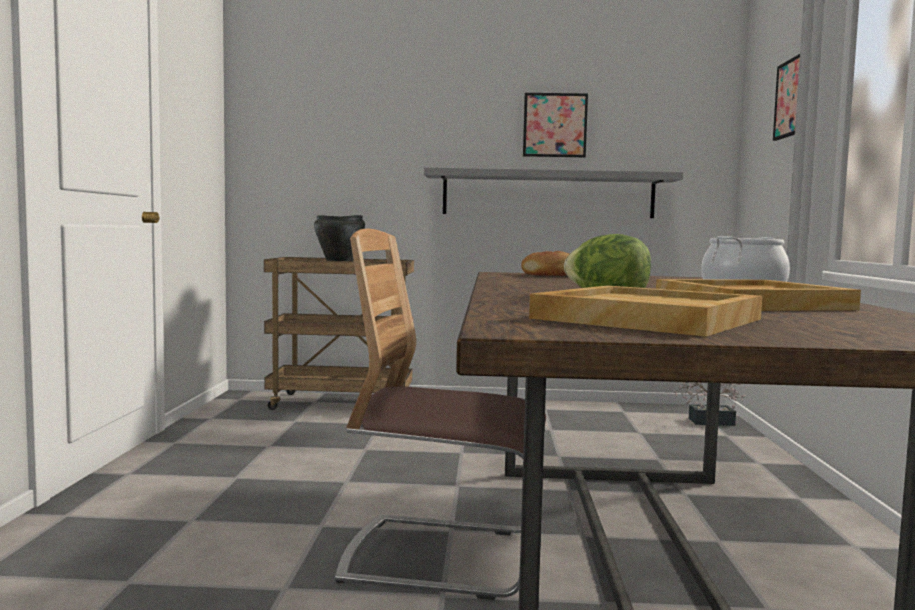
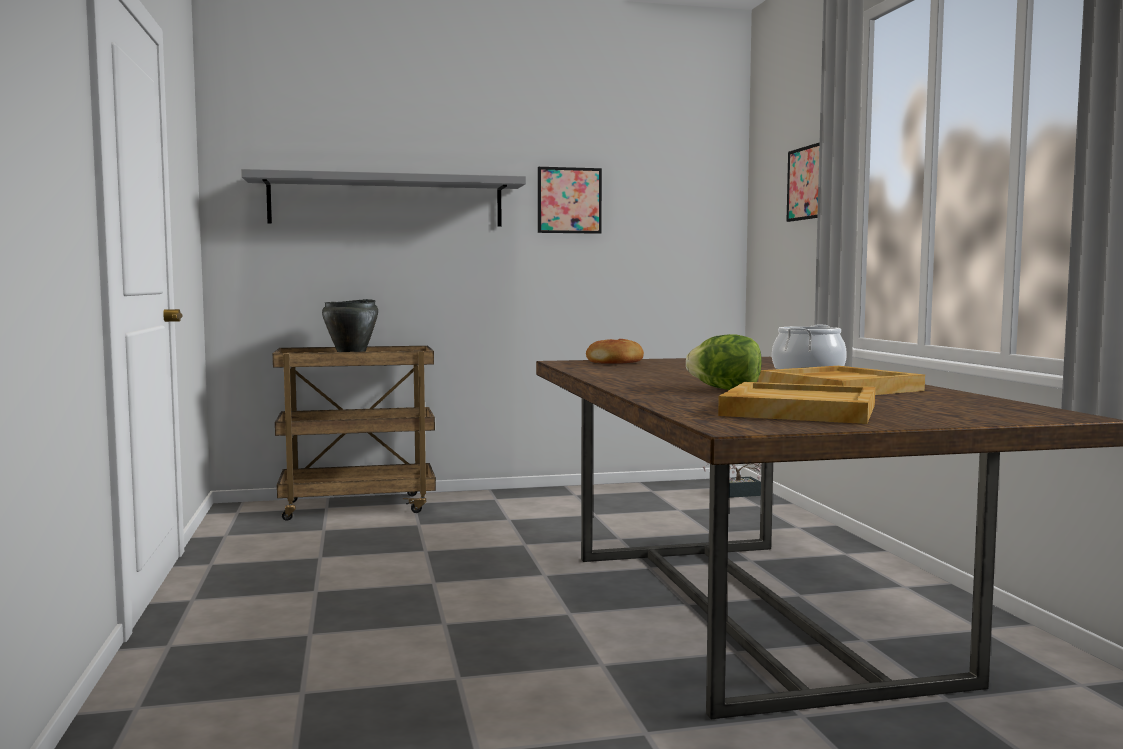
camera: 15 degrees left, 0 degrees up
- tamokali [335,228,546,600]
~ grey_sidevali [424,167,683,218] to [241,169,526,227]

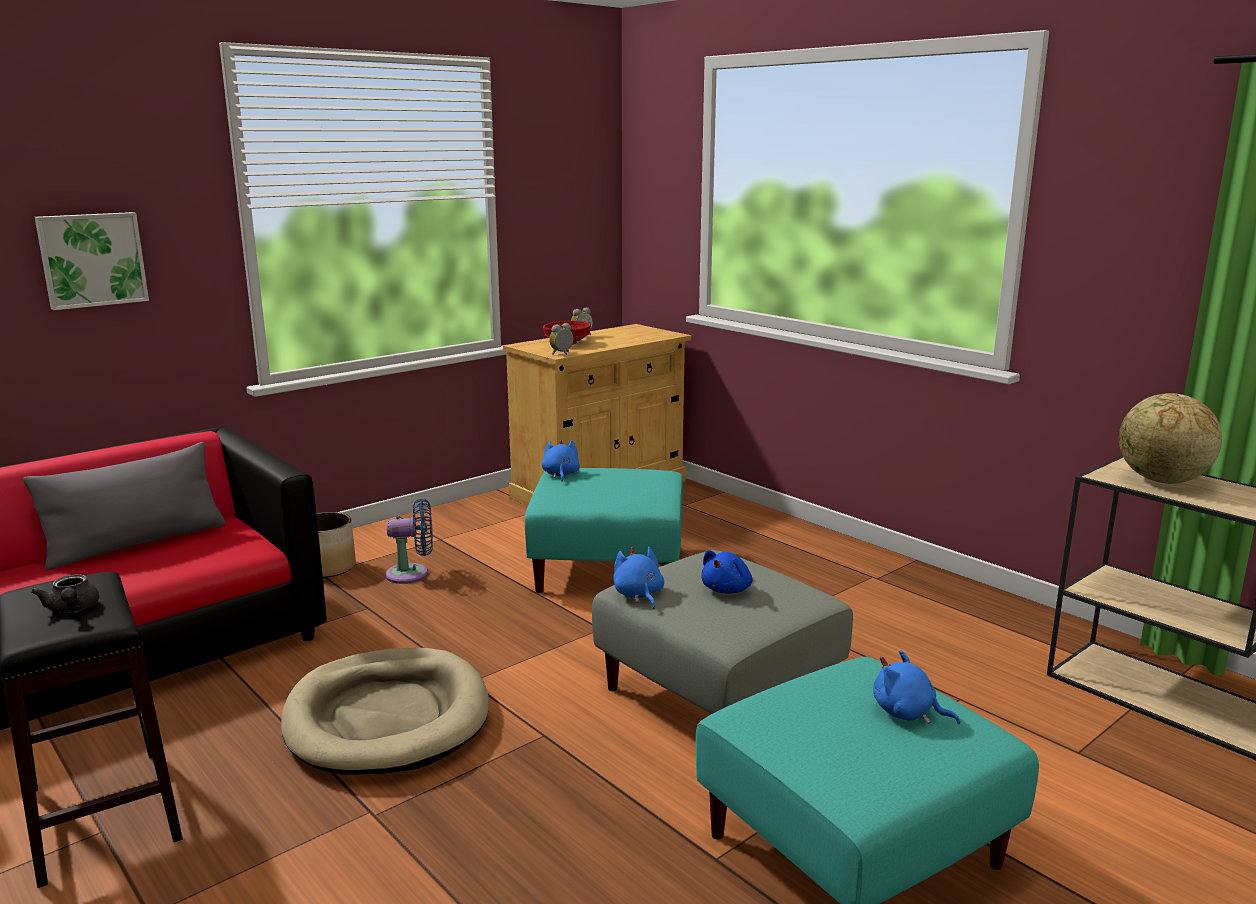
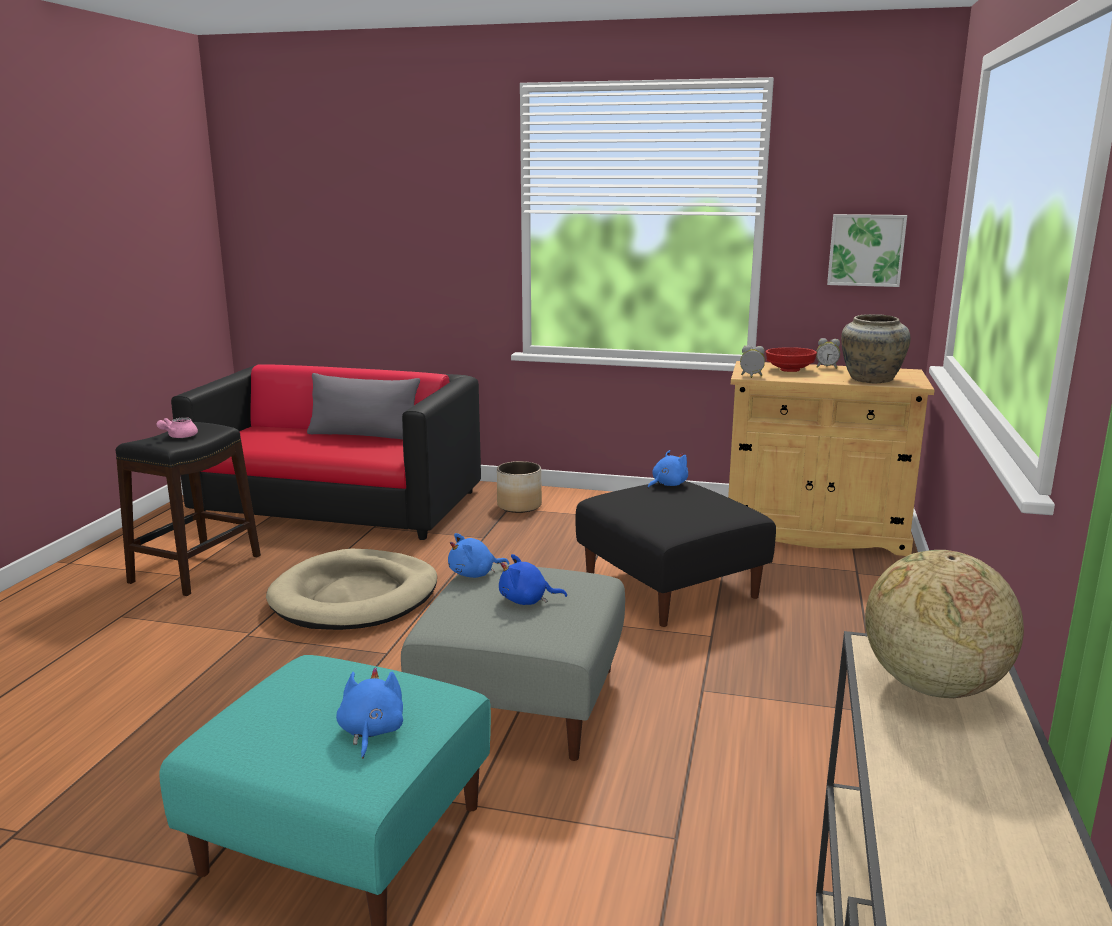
camera: 55 degrees right, 0 degrees up
~ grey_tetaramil [31,574,99,613] to pink_tetaramil [156,417,198,438]
~ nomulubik [35,212,149,310] to [827,214,907,287]
- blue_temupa [385,499,433,584]
~ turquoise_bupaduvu [525,468,683,593] to black_bupaduvu [576,481,776,627]
~ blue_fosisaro [613,547,664,609] = [448,533,509,578] 150 degrees counterclockwise
+ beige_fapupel [841,314,910,383]

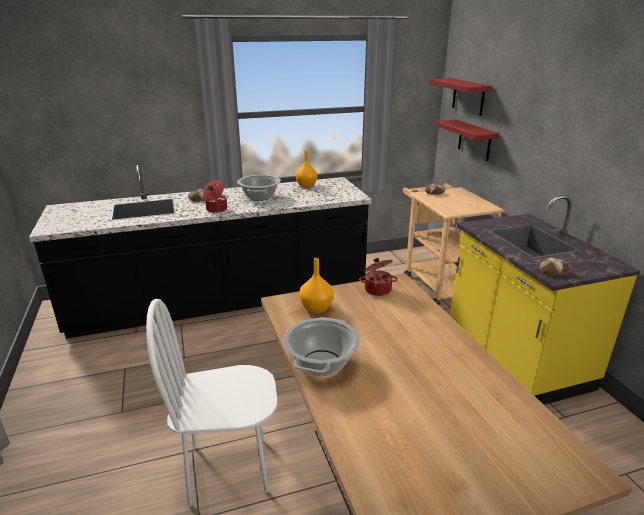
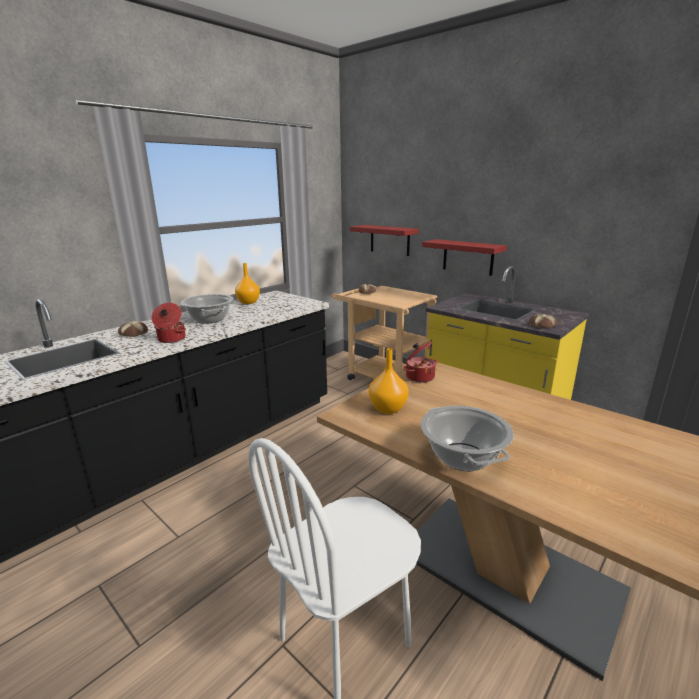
camera: 30 degrees left, 5 degrees down
~ red_sidevali [429,78,493,116] to [422,239,507,276]

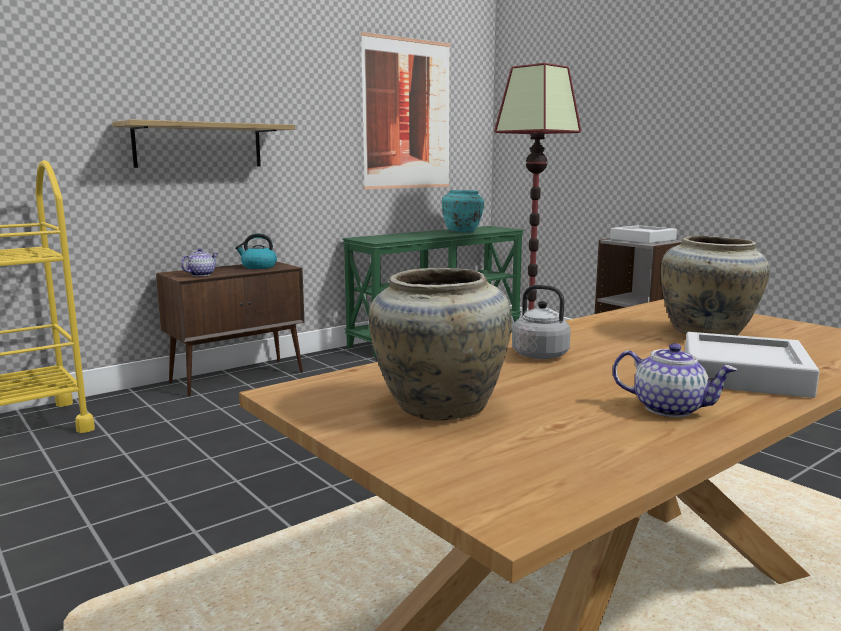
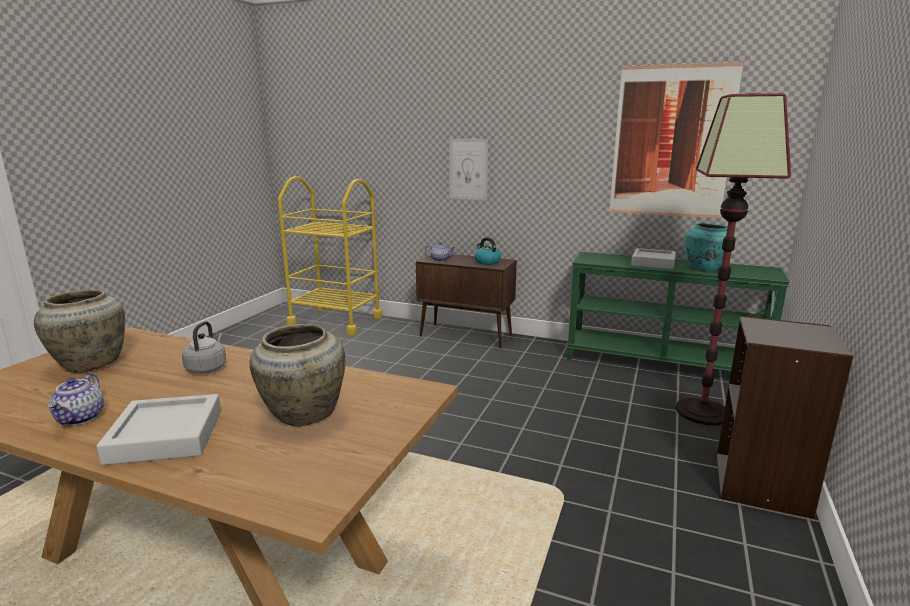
camera: 60 degrees right, 5 degrees up
~ sidevali [112,119,295,168] to nomulubik [449,139,488,200]
~ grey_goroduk [610,225,677,244] to [631,248,676,269]

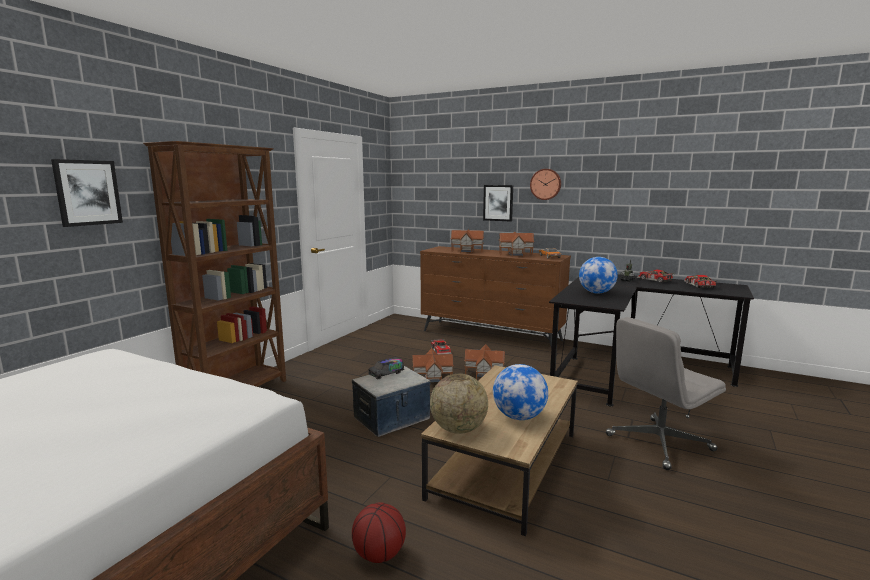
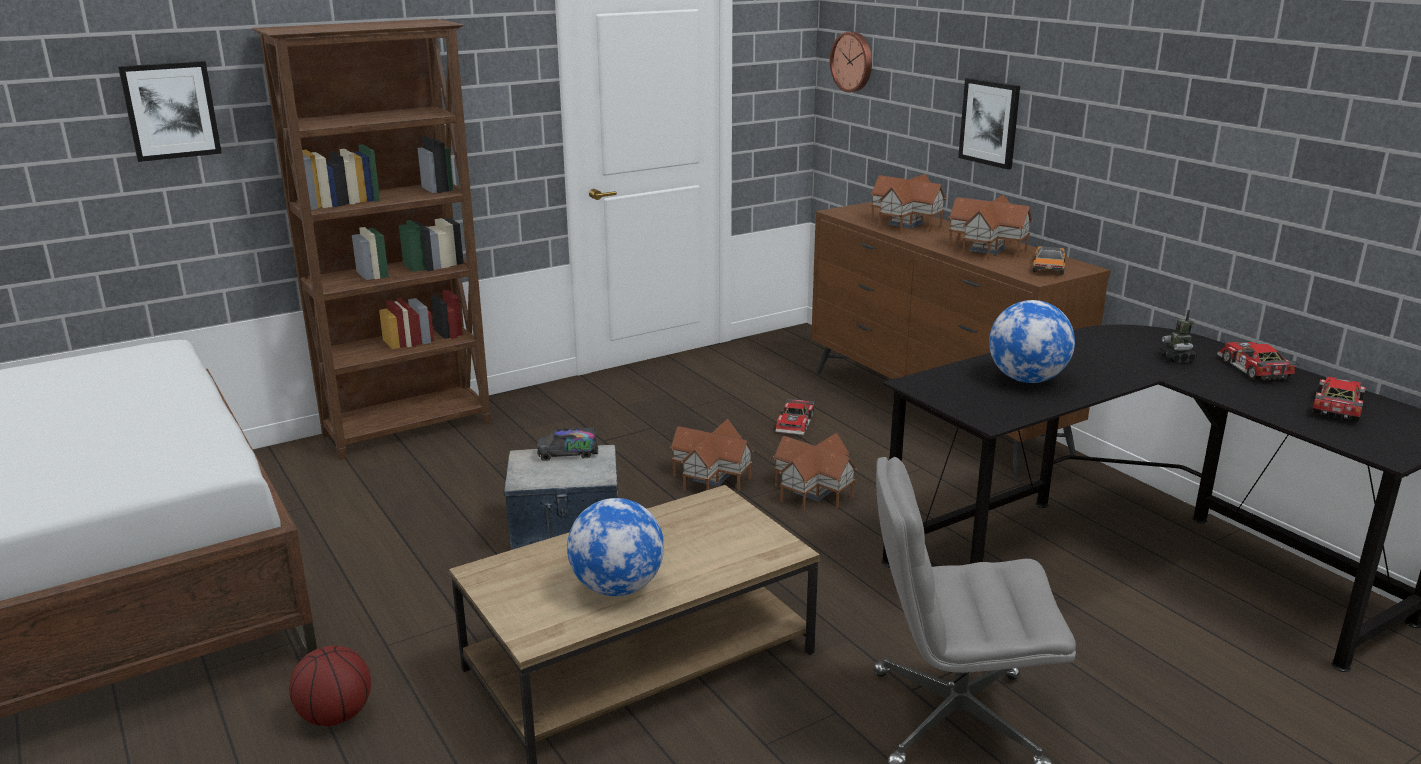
camera: 30 degrees right, 10 degrees up
- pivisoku [430,373,488,434]
~ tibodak [530,169,561,200] to [830,32,872,92]

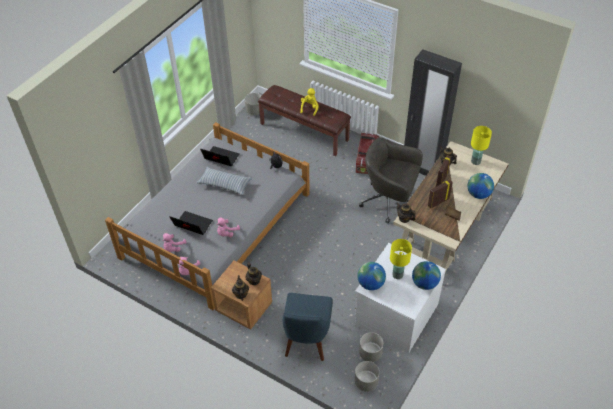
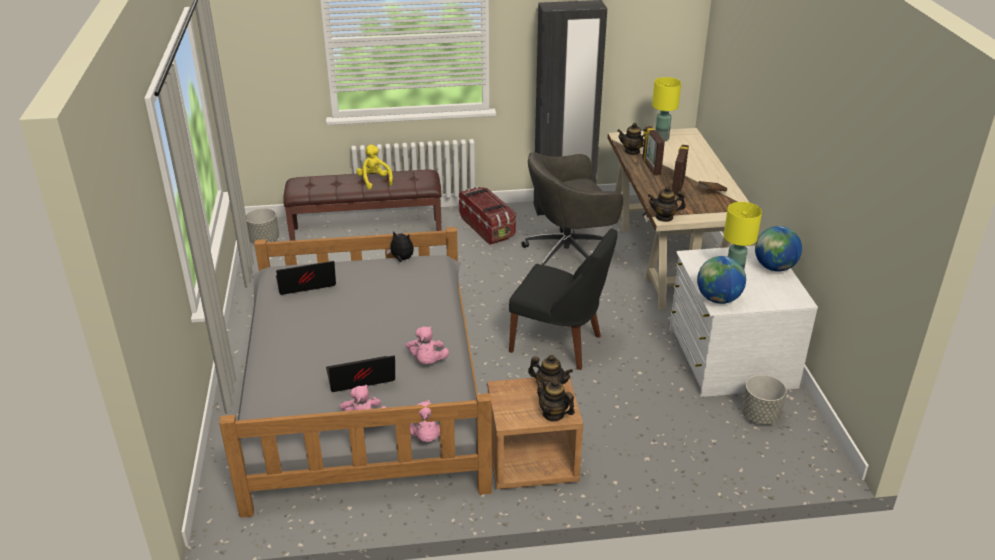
camera: 40 degrees left, 15 degrees down
- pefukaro [197,167,252,195]
- blue_tamokali [282,293,333,361]
- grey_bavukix [355,361,379,392]
- pivisoku [468,173,494,199]
+ black_tamokali [509,228,618,370]

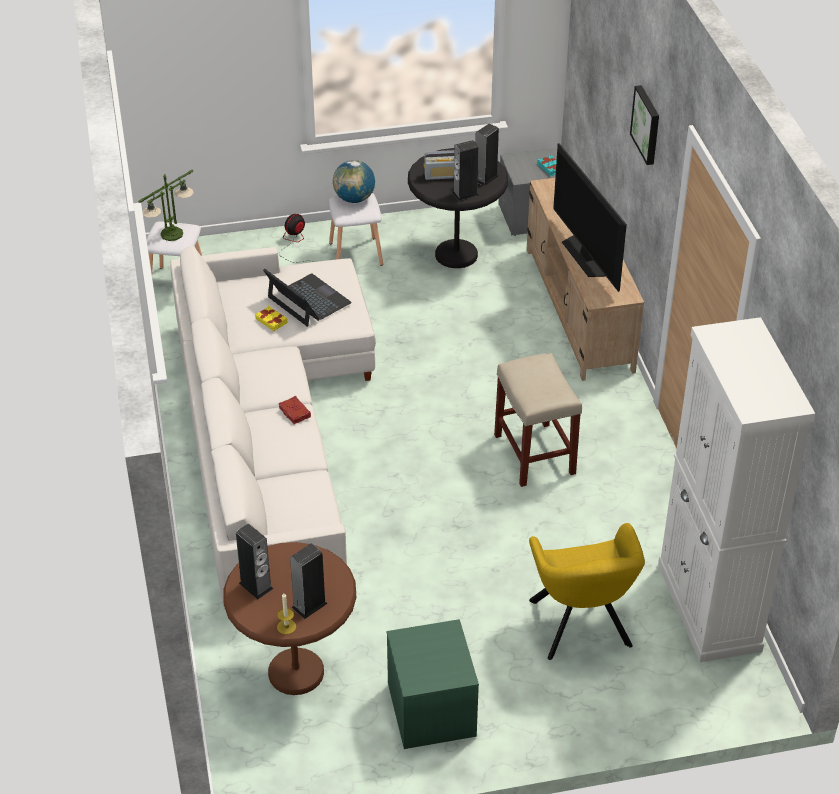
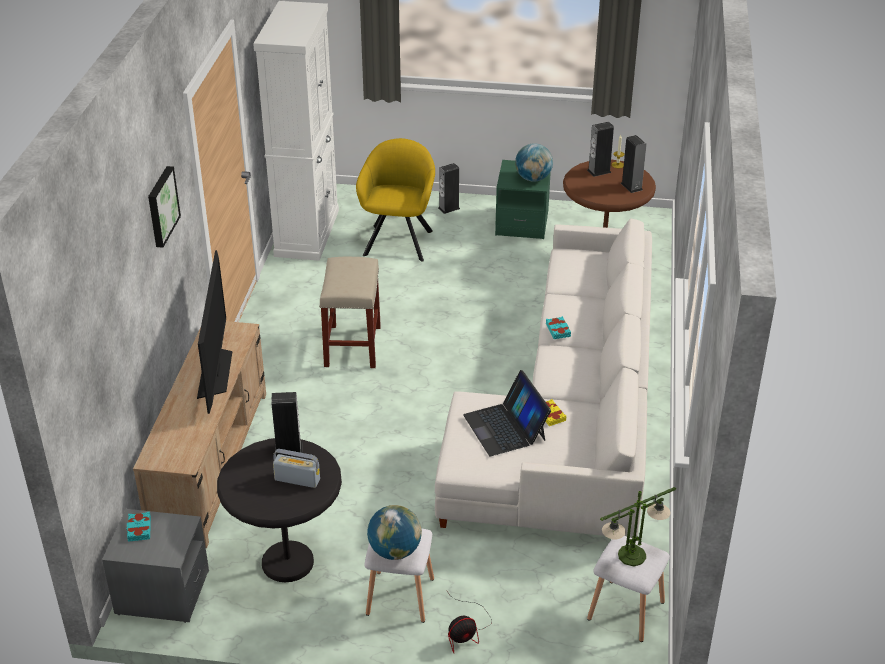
camera: 160 degrees left, 5 degrees down
~ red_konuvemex [279,396,311,424] to turquoise_konuvemex [546,316,571,339]
~ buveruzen [475,123,499,186] to [438,163,460,214]
+ pivisoku [515,143,553,182]

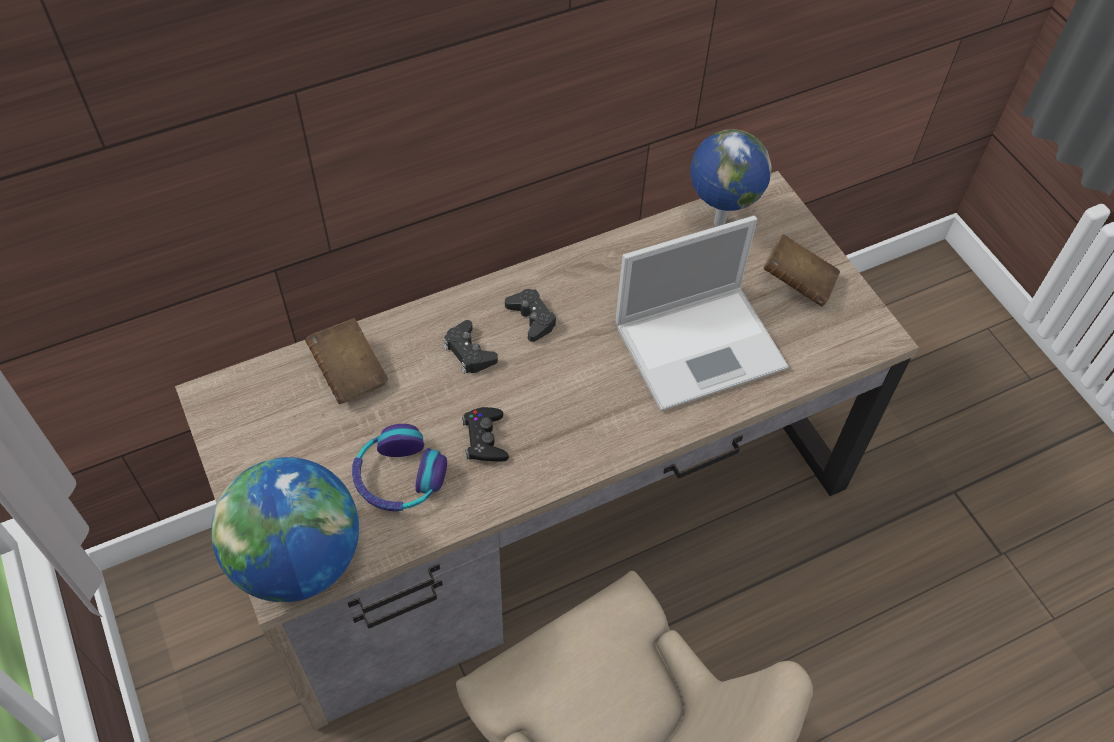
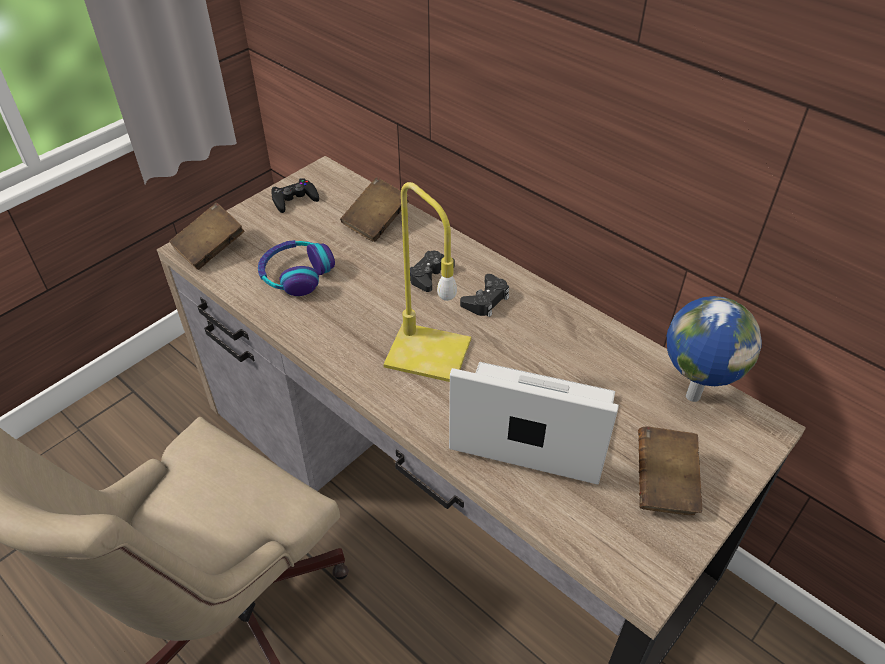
camera: 70 degrees right, 10 degrees down
~ pivisoku [211,457,359,602] to brown_konuvemex [169,203,244,270]
~ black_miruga [462,407,509,462] to [272,178,319,213]
~ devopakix [615,216,789,411] = [449,362,619,485] 150 degrees clockwise
+ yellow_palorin [383,182,471,382]

